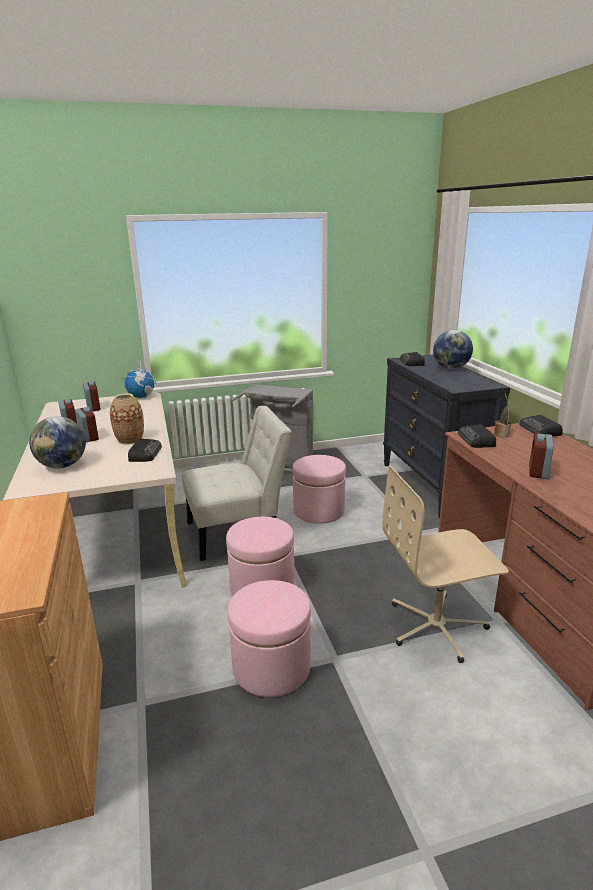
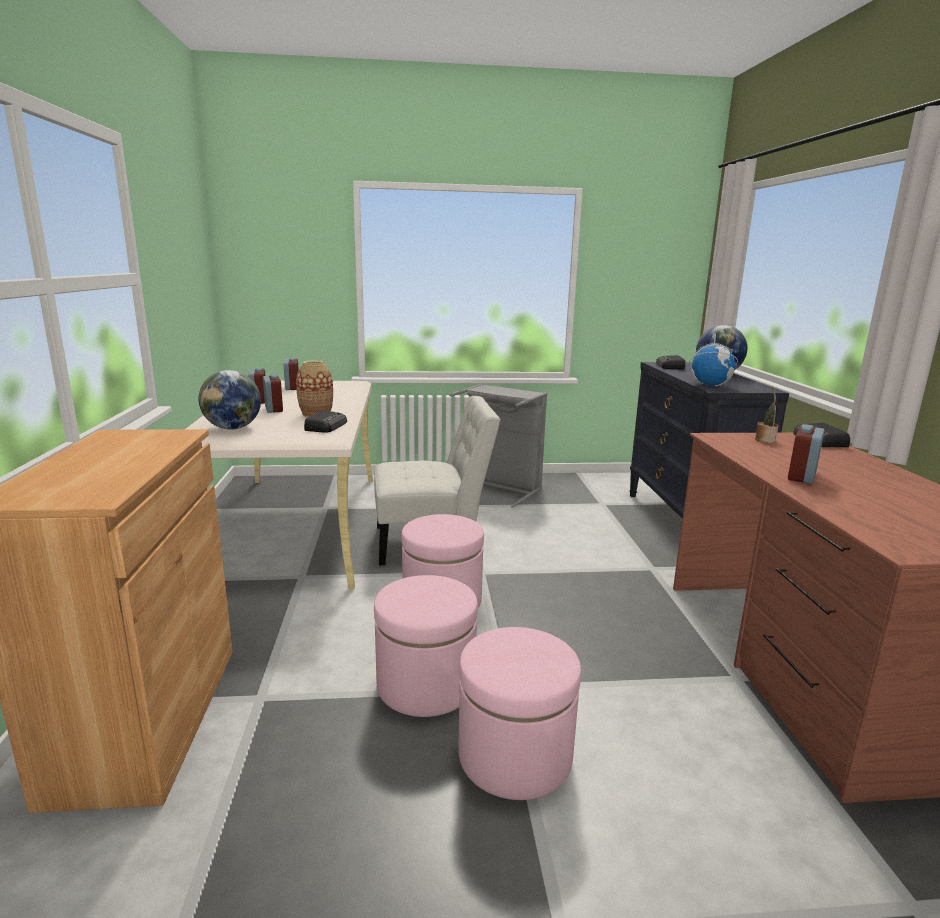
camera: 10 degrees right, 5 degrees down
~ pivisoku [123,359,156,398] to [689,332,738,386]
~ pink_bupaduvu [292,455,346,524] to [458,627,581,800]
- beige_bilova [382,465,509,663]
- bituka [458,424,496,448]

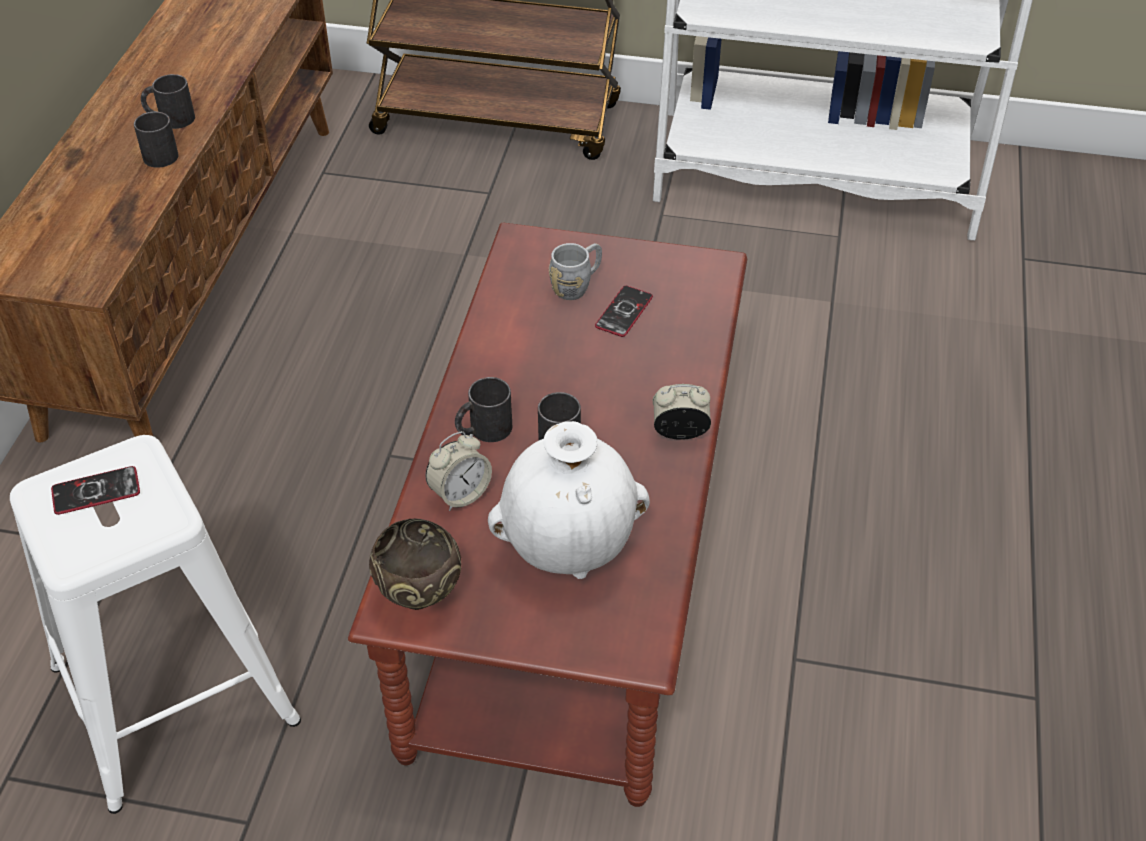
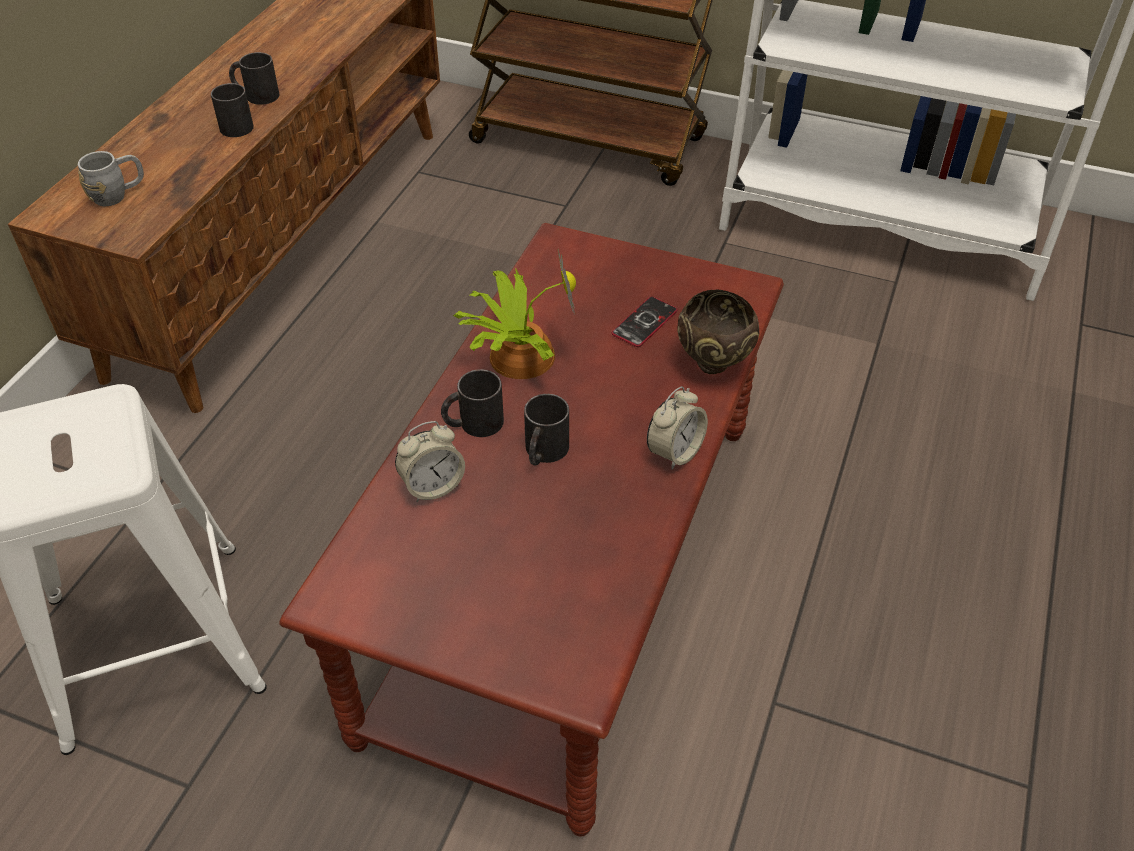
camera: 10 degrees right, 0 degrees up
- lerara [51,466,140,515]
~ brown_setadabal [369,519,461,610] to [677,289,759,374]
- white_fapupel [488,421,650,579]
~ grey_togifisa [549,243,602,300] to [78,151,144,206]
~ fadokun [653,384,711,440] = [647,386,708,470] 120 degrees clockwise
+ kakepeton [453,249,576,379]

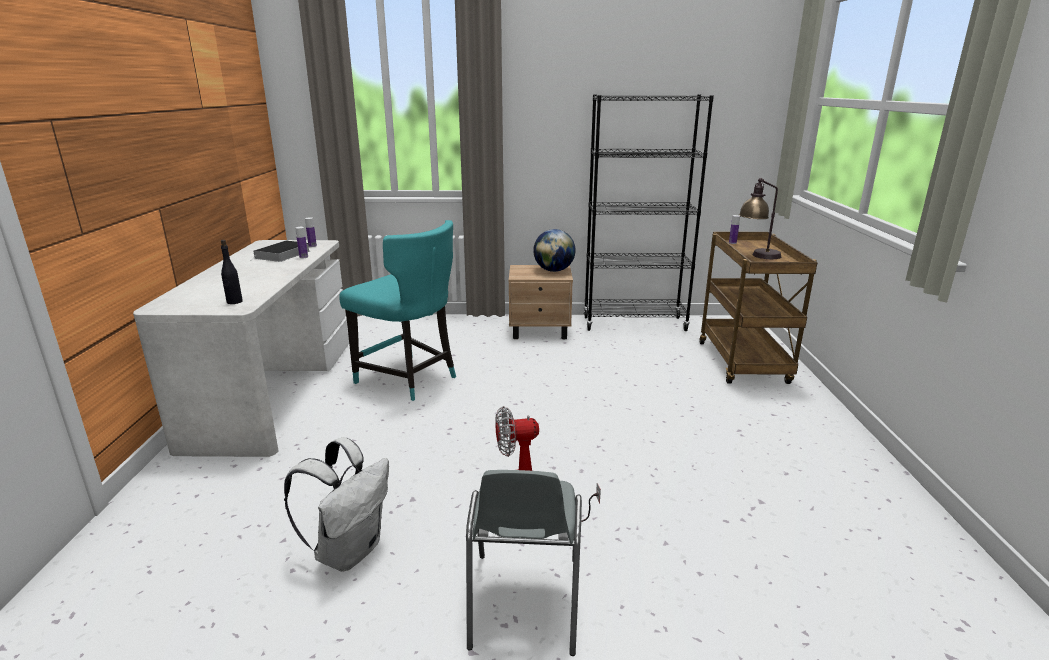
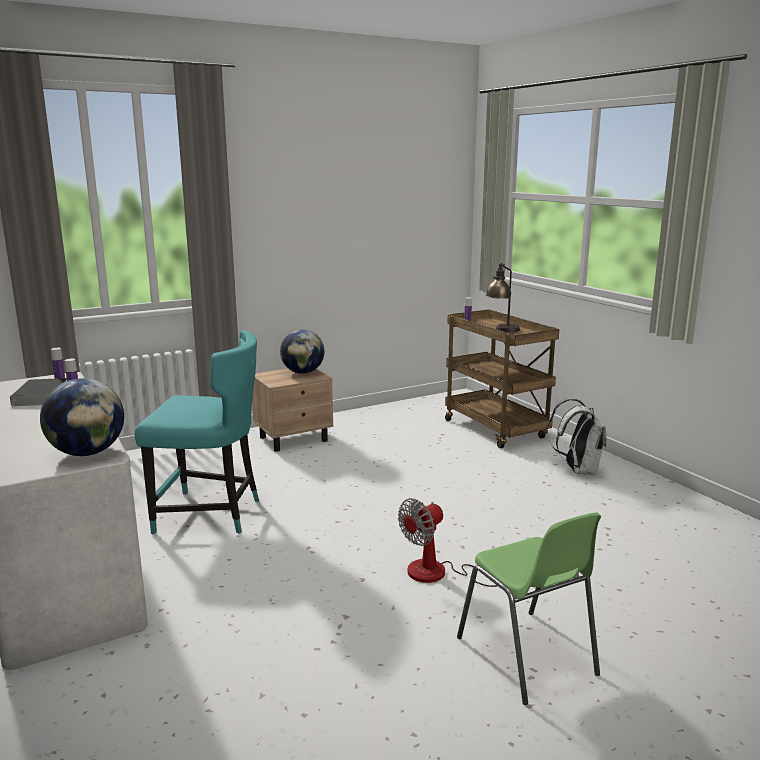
camera: 30 degrees left, 5 degrees down
~ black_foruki [221,240,243,304] to pivisoku [40,378,124,456]
~ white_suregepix [284,437,389,571] to [547,398,607,475]
~ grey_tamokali [466,470,582,656] to green_tamokali [457,512,601,705]
- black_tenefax [584,95,714,331]

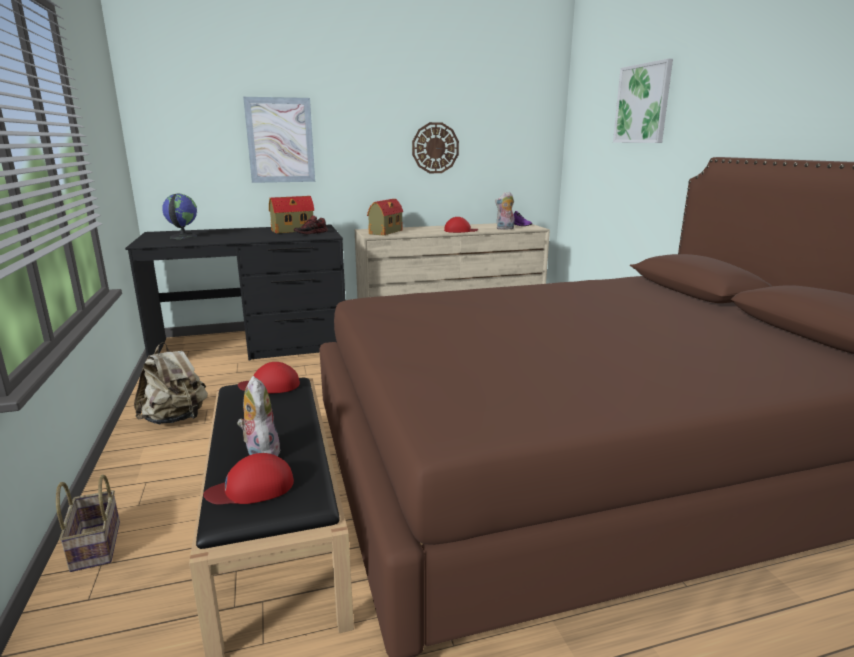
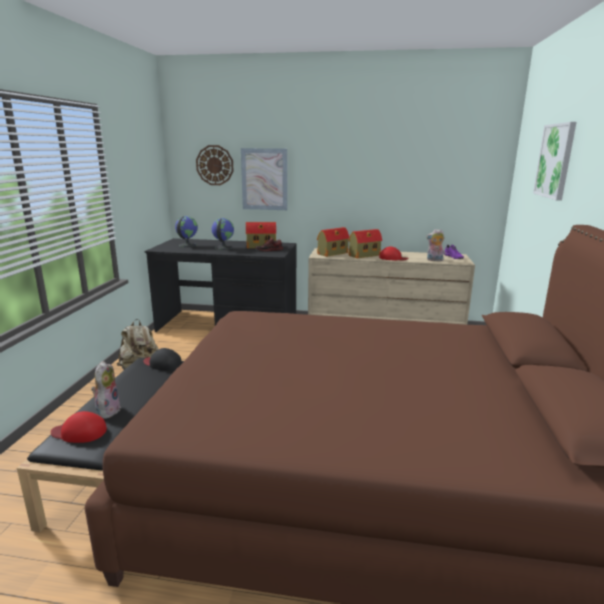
camera: 25 degrees right, 0 degrees up
- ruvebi [56,475,120,572]
~ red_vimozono [238,362,300,394] to black_vimozono [143,348,182,371]
~ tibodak [412,122,459,173] to [196,145,234,185]
+ pivisoku [212,218,234,250]
+ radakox [348,229,382,258]

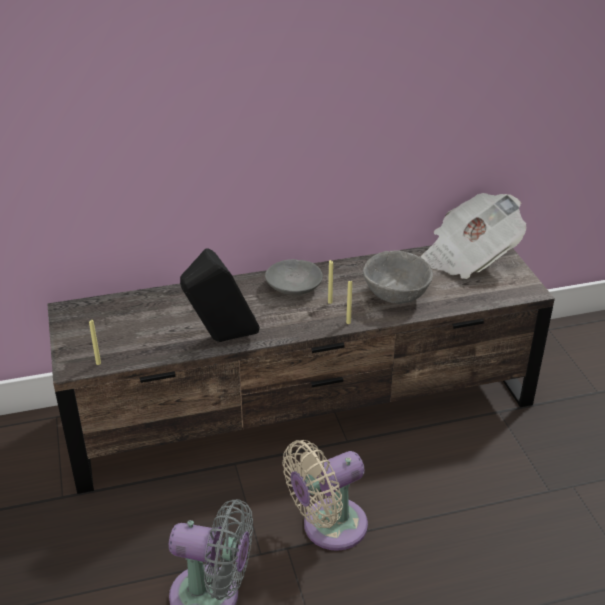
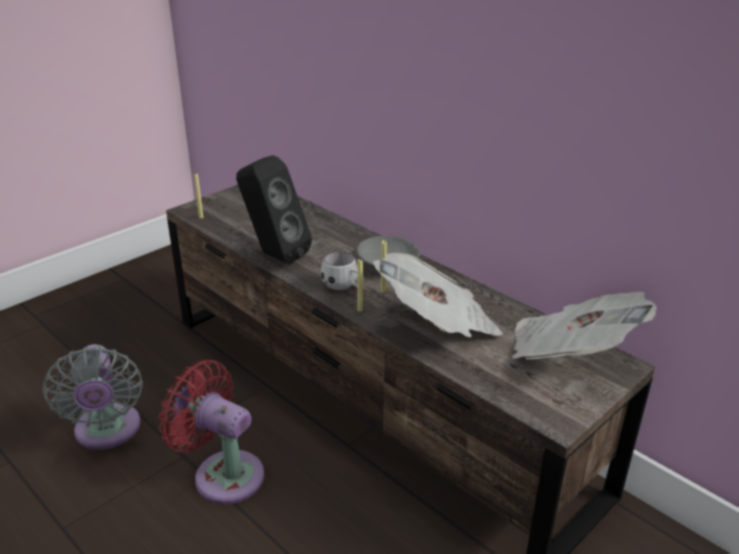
camera: 60 degrees right, 5 degrees down
~ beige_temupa [283,440,368,551] to red_temupa [158,360,264,504]
~ grey_setadabal [363,250,433,304] to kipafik [373,253,503,337]
+ white_togifisa [320,251,364,290]

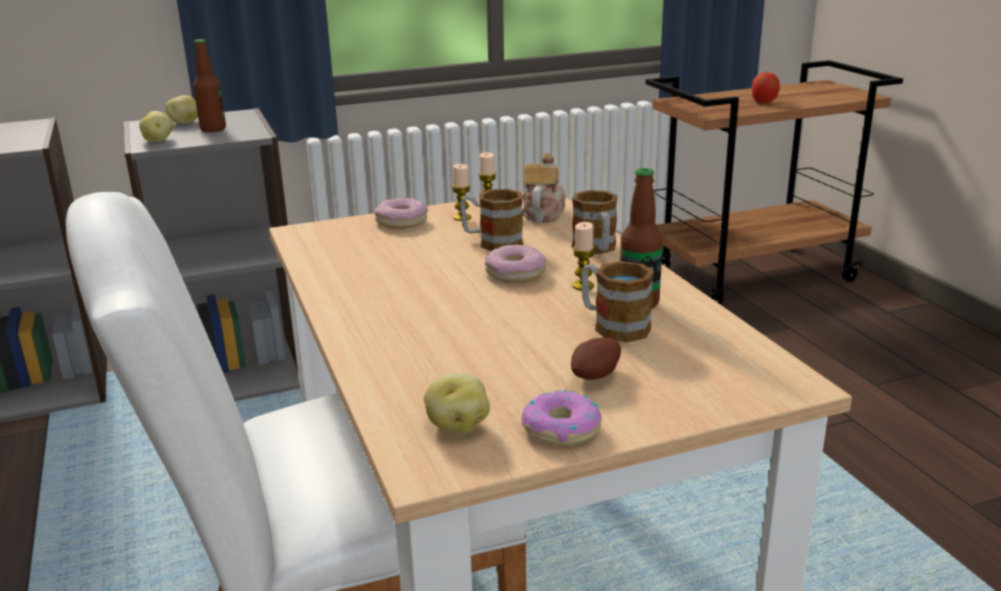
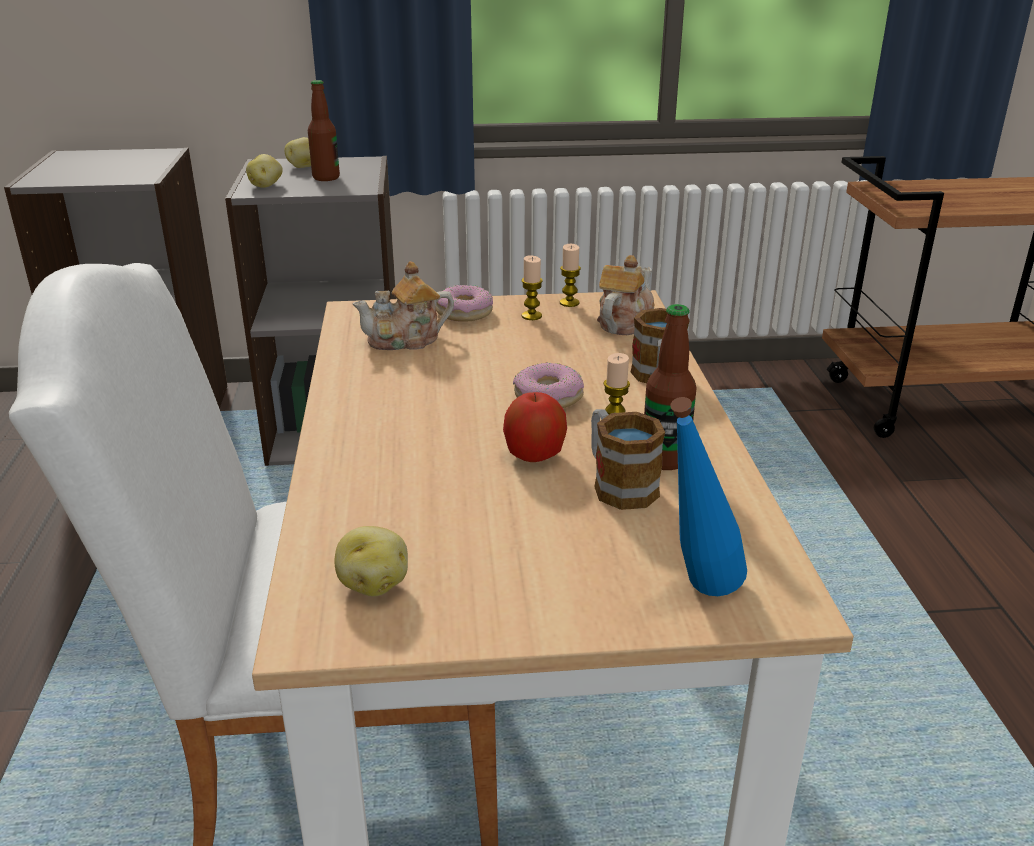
camera: 15 degrees right, 5 degrees up
- togifisa [460,189,523,251]
- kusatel [522,390,602,445]
- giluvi [571,338,621,380]
~ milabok [752,72,780,103] to [503,392,567,462]
+ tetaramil [352,261,454,350]
+ blue_foruki [670,397,747,596]

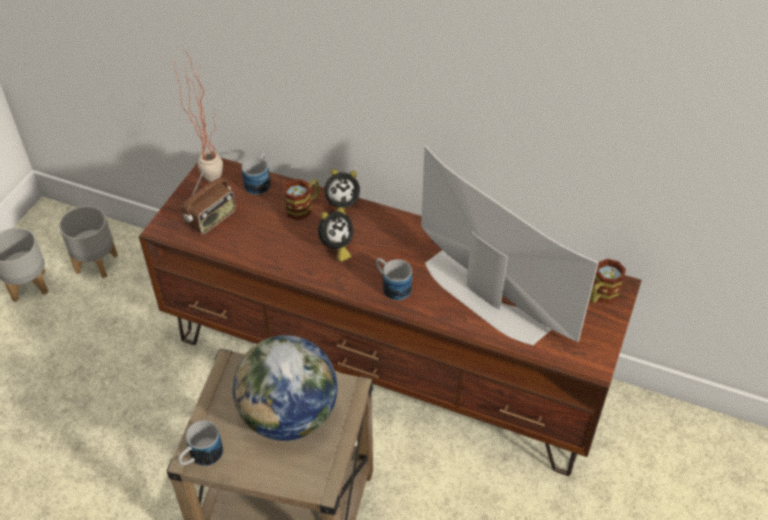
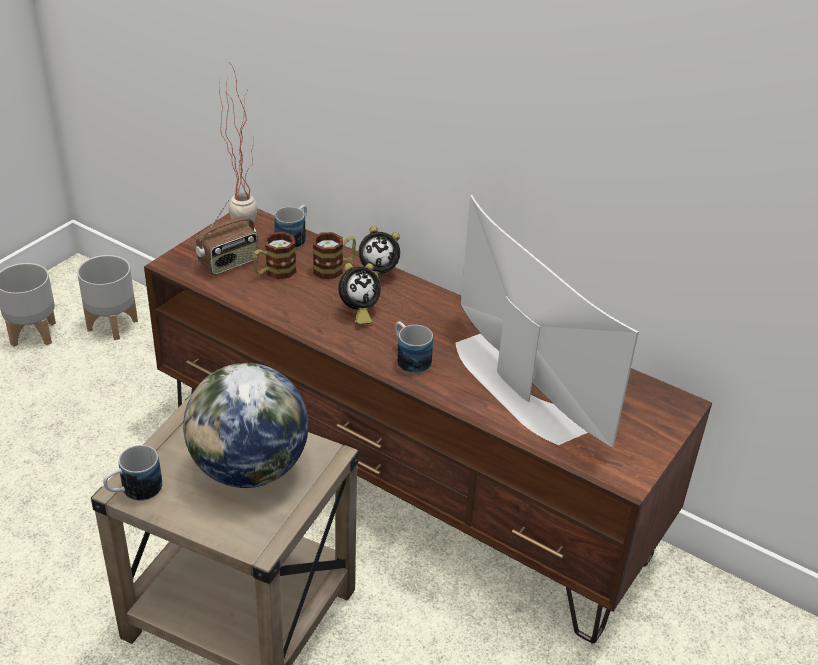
camera: 10 degrees right, 10 degrees down
~ togifisa [590,259,626,303] to [253,232,296,279]

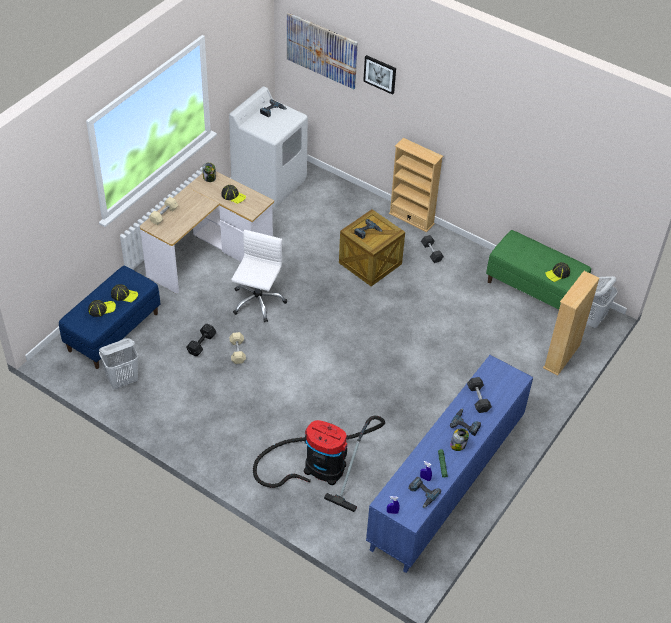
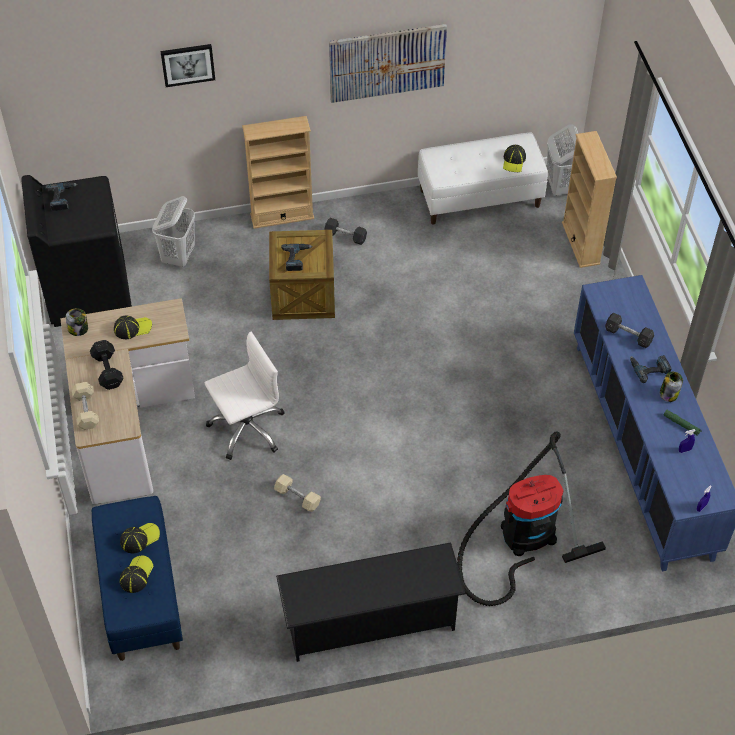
camera: 45 degrees left, 5 degrees up
~ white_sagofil [99,338,138,389] to [152,196,195,267]
~ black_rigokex [186,324,216,356] to [90,340,124,390]
~ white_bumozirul [229,86,308,208] to black_bumozirul [21,175,132,327]
~ white_bilova [231,230,287,322] = [205,331,285,460] 90 degrees clockwise
~ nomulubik [287,12,358,89] to [329,24,447,103]
- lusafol [408,476,441,508]
~ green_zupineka [486,230,591,309] to white_zupineka [418,133,548,225]
+ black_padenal [276,542,466,662]

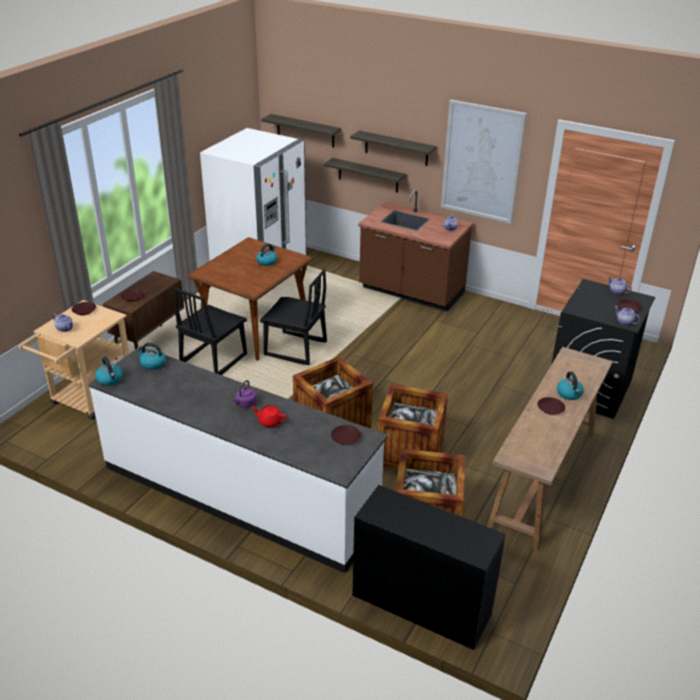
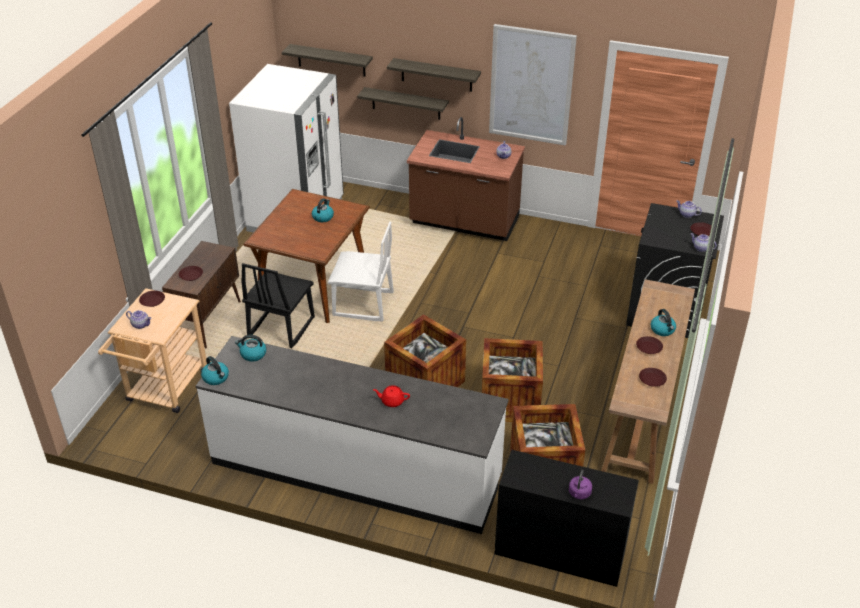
camera: 10 degrees left, 5 degrees up
~ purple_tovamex [234,380,257,408] to [569,470,592,499]
~ black_tamokali [260,269,327,365] to white_tamokali [328,222,394,321]
~ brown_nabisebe [331,425,361,445] to [639,368,667,387]

